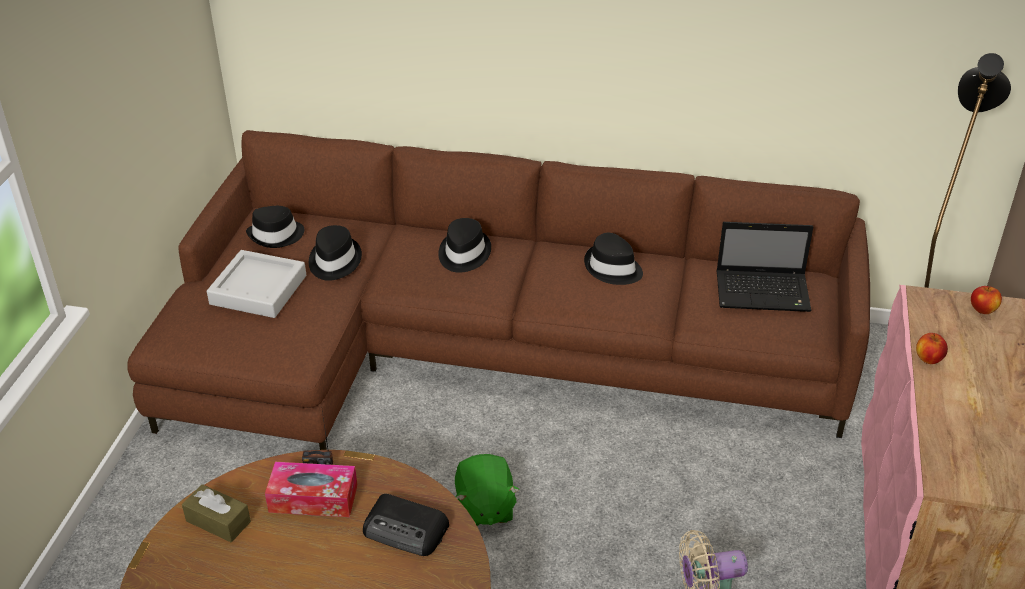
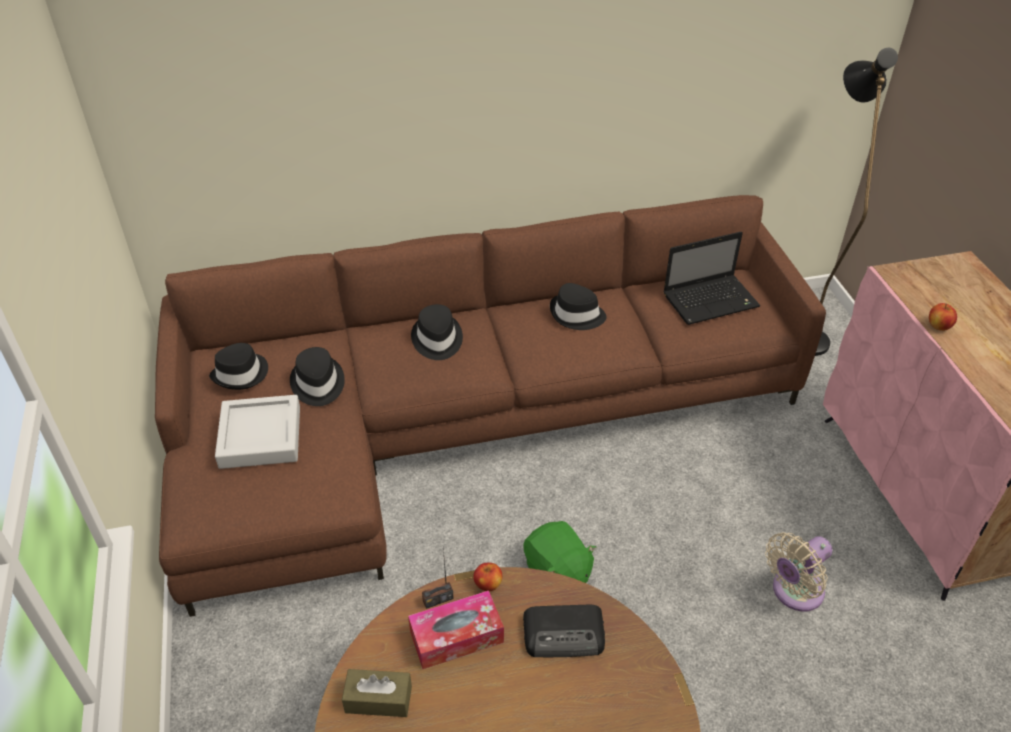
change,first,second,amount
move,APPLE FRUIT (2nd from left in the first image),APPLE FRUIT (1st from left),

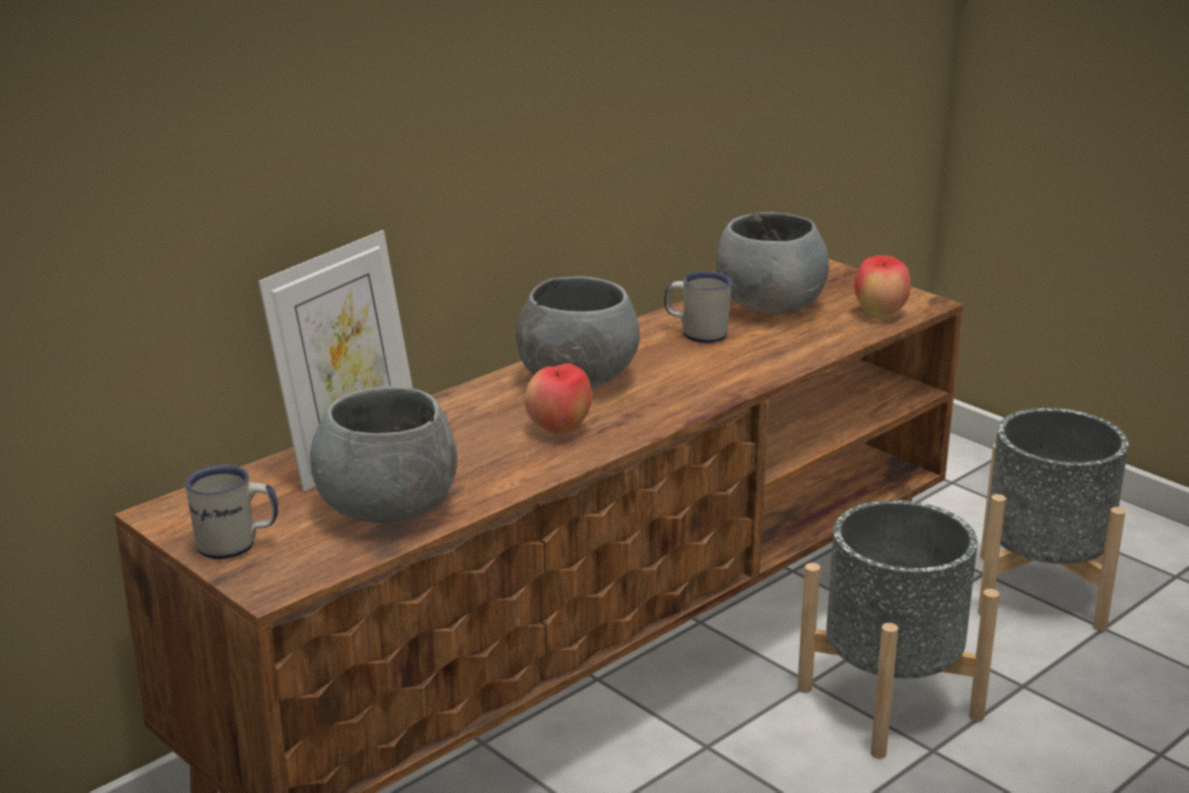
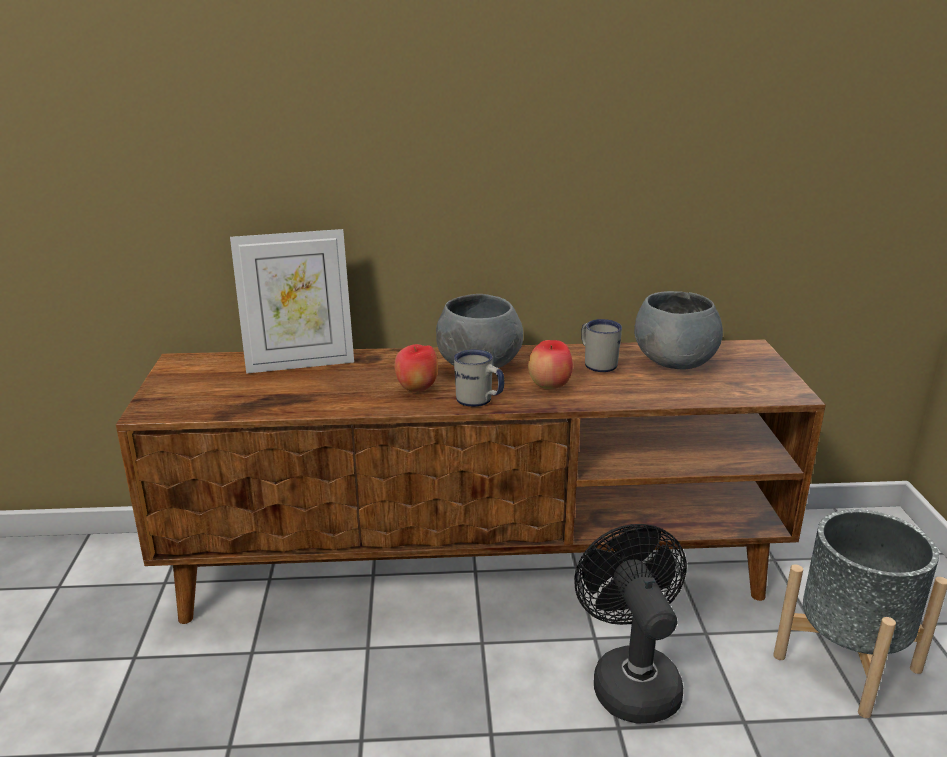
change,first,second,amount
delete,GRAY DEEP DISH (1st from left),,
move,WHITE-COLOURED TEA MUG (1st from left),,
move,APPLE FRUIT (2nd from left),,
replace,GRAY PLANTER (1st from left),BLACK-COLOURED COOLING FAN,

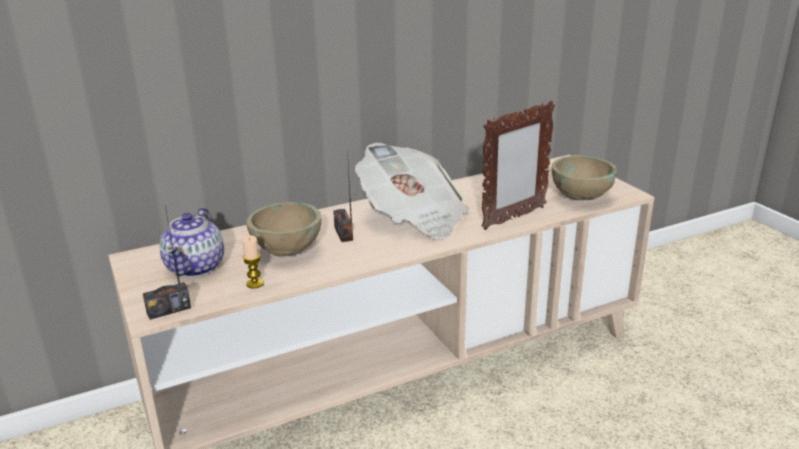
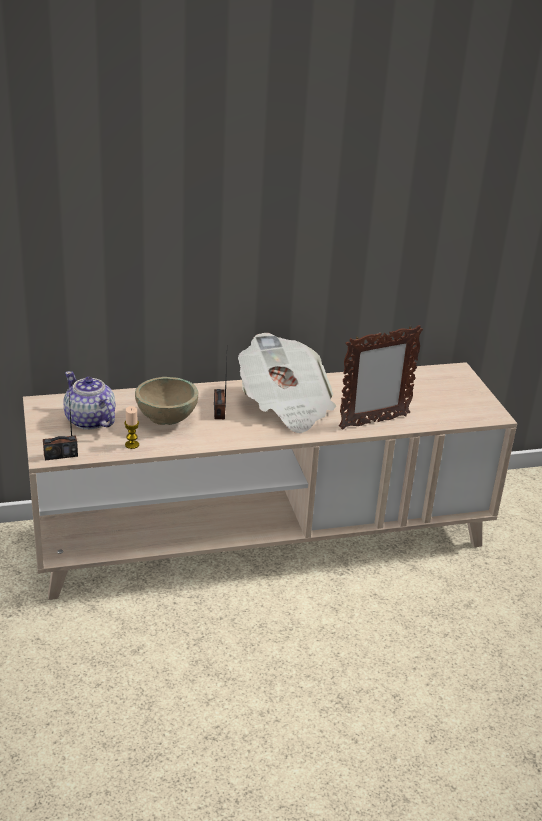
change,first,second,amount
delete,SAND-COLOURED DEEP DISH (2nd from left),,
rotate,TEA POT,,120 degrees clockwise

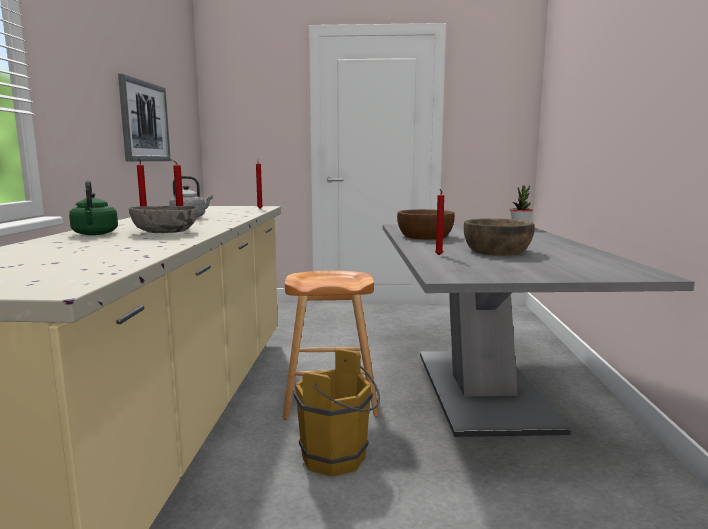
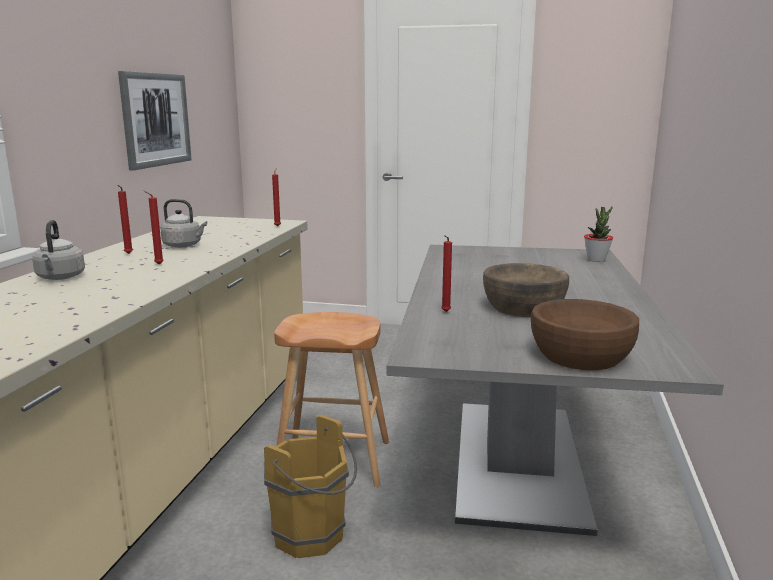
change,first,second,amount
delete,GRAY DEEP DISH,,
move,BROWN DEEP DISH (1st from left in the first image),BROWN DEEP DISH (2nd from left),
recolor,GREEN-COLOURED KETTLE,GRAY KETTLE (1st from left),

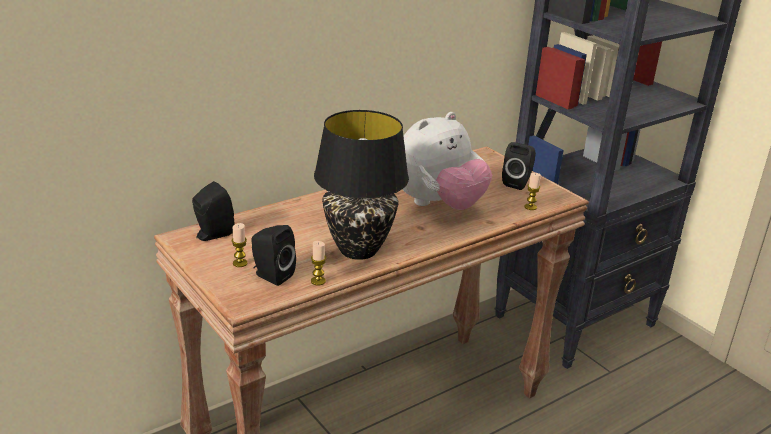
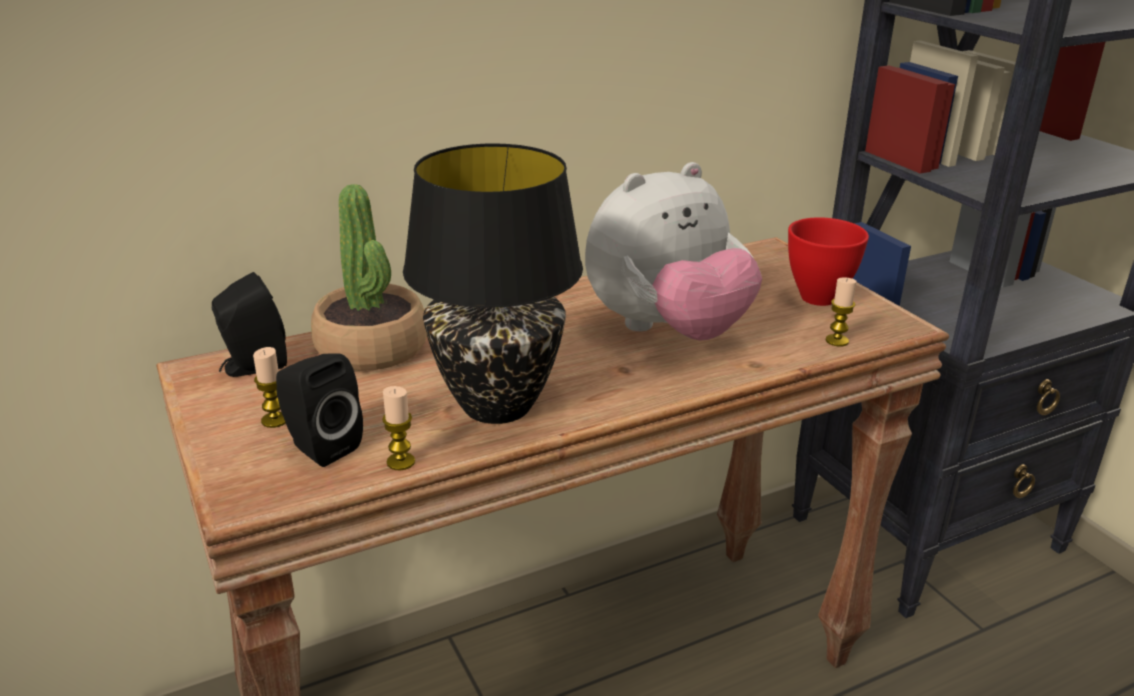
change,first,second,amount
insert,,HOUSEPLANT,
replace,BLACK-COLOURED SPEAKER (3rd from left),RED DEEP DISH,

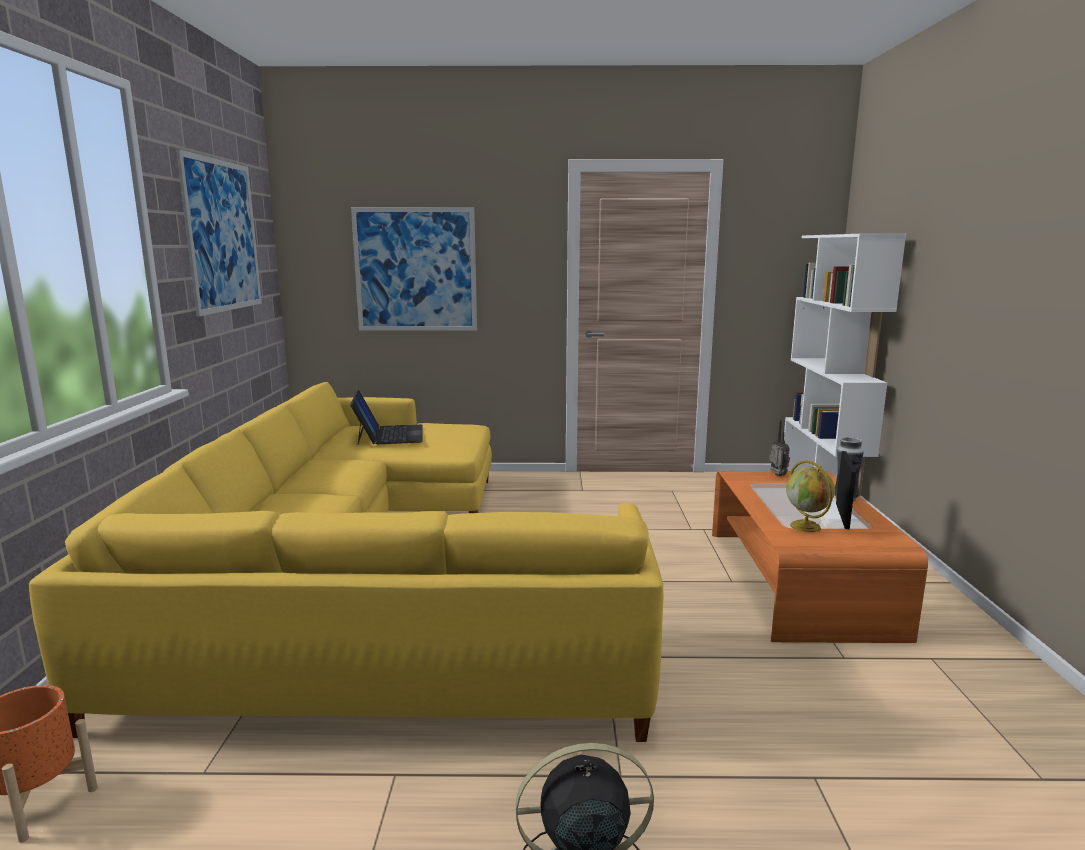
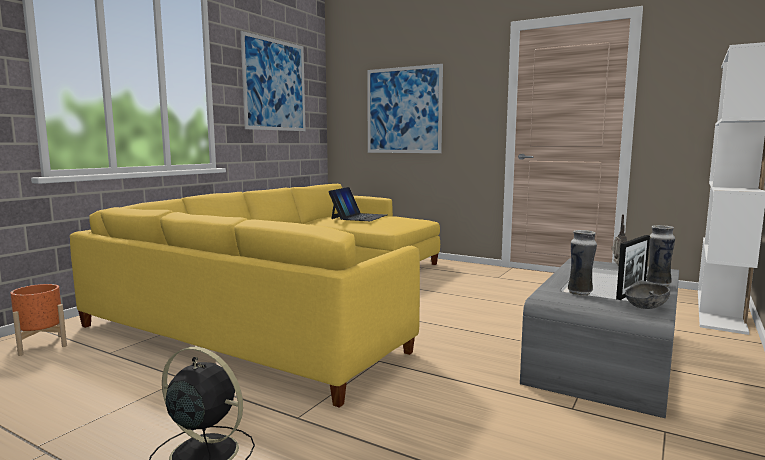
change,first,second,amount
insert,,GRAY DEEP DISH,
replace,DESK GLOBE,VASE (1st from left),
recolor,ORANGE-COLOURED COFFEE TABLE,GRAY COFFEE TABLE,

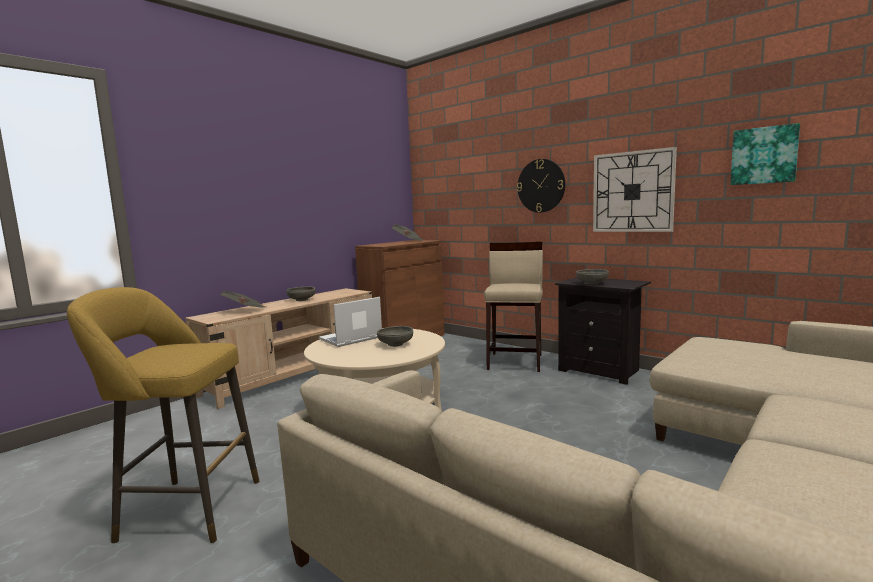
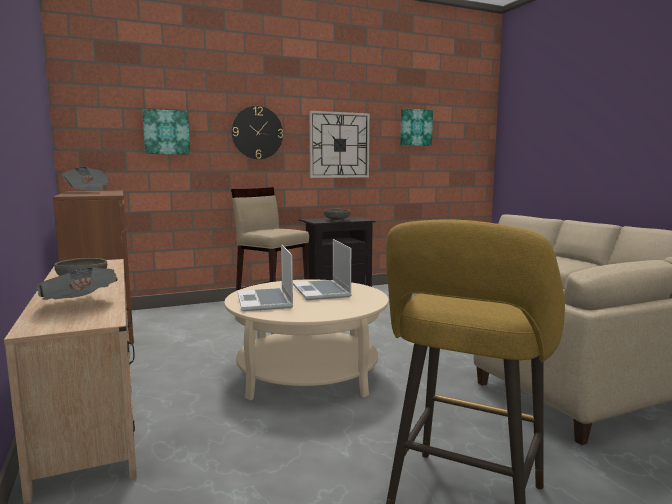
change,first,second,amount
insert,,WALL PICTURE (1st from left),
replace,GRAY DEEP DISH (2nd from left),NOTEBOOK COMPUTER (2nd from left),

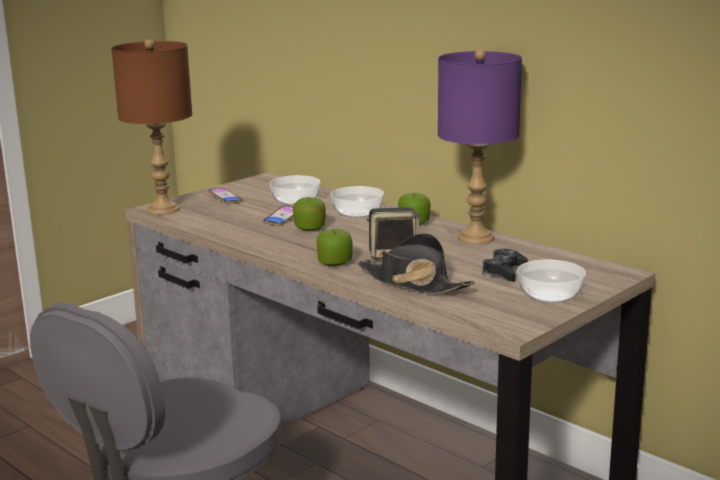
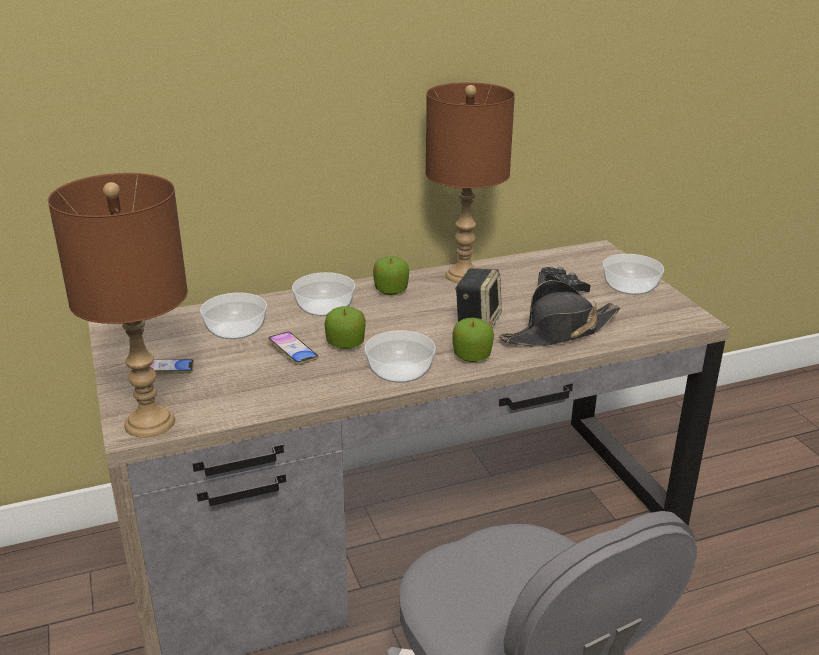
change,first,second,amount
insert,,DEEP DISH (3rd from left),
recolor,PURPLE TABLE LAMP,BROWN TABLE LAMP (2nd from left),

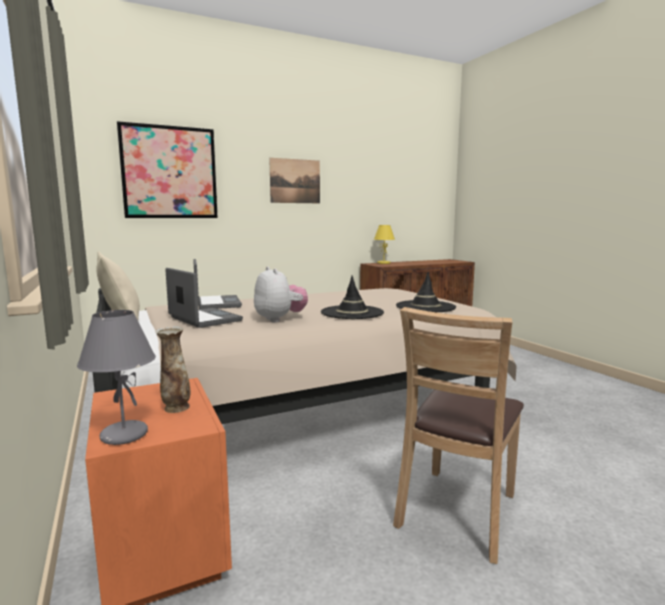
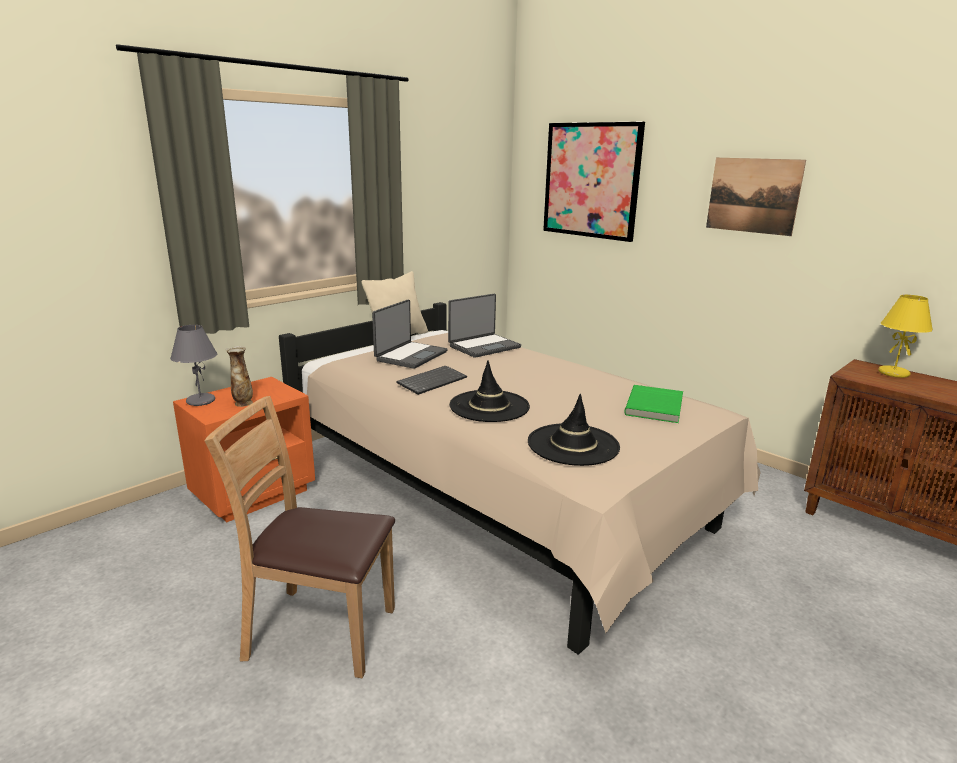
change,first,second,amount
insert,,GREEN-COLOURED VOLUME,
replace,CUDDLY TOY,PC KEYBOARD,

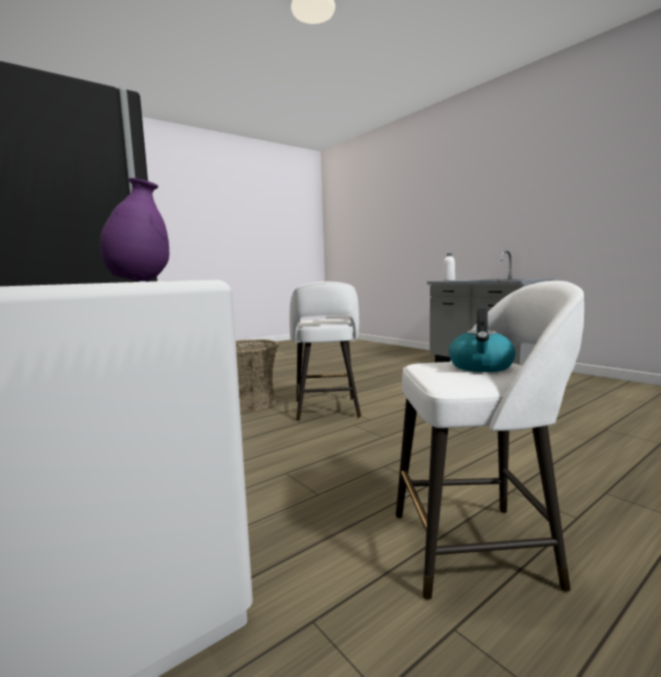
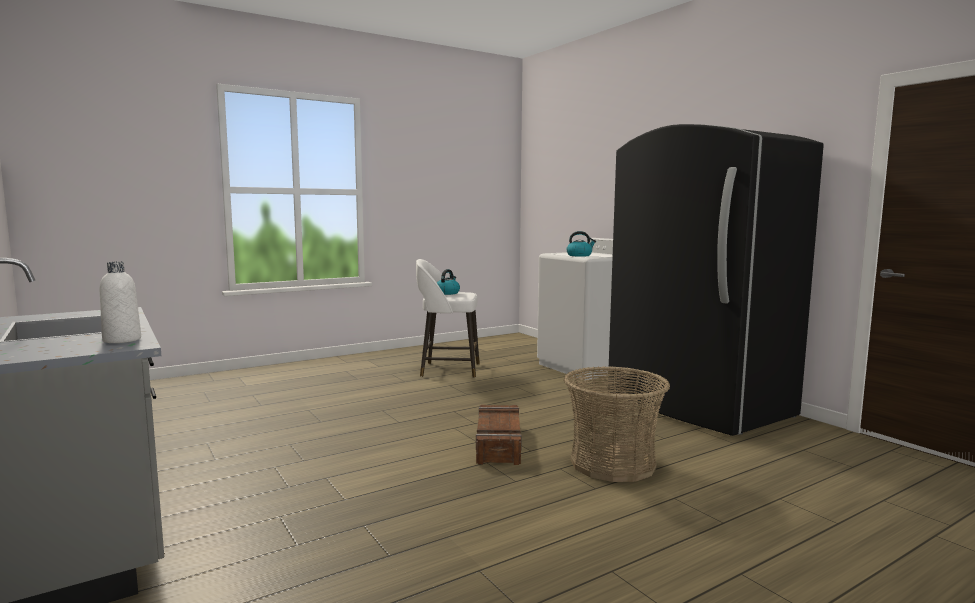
change,first,second,amount
replace,PURPLE VASE,KETTLE (2nd from left),
replace,WHITE-COLOURED STOOL (1st from left),PACKING CRATE,

